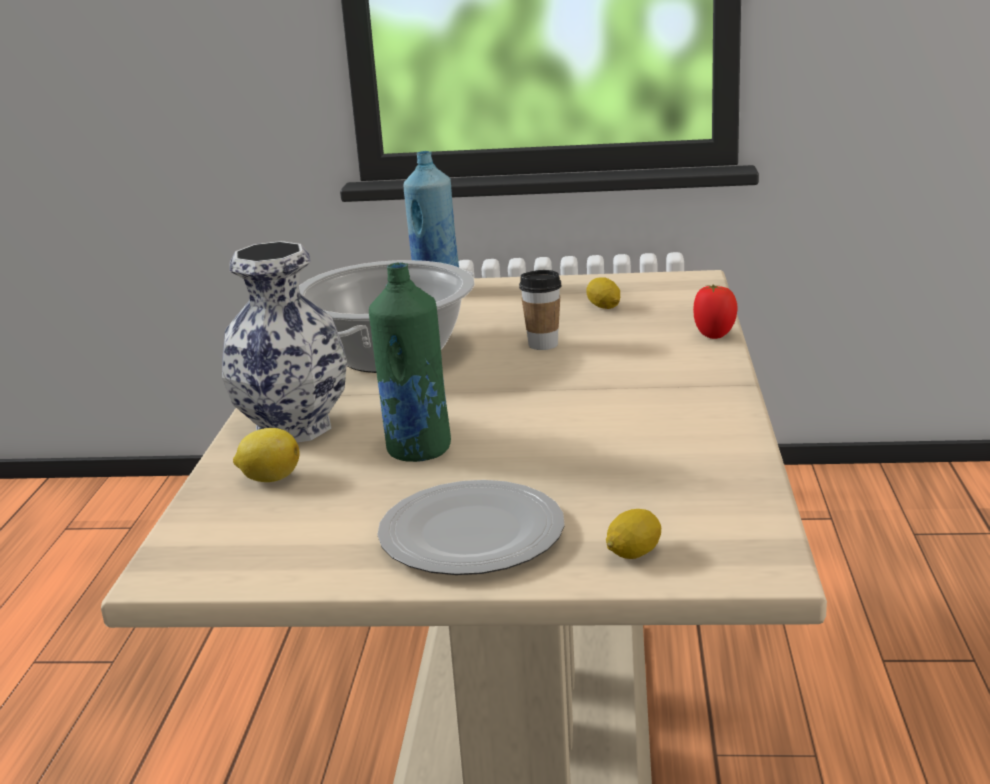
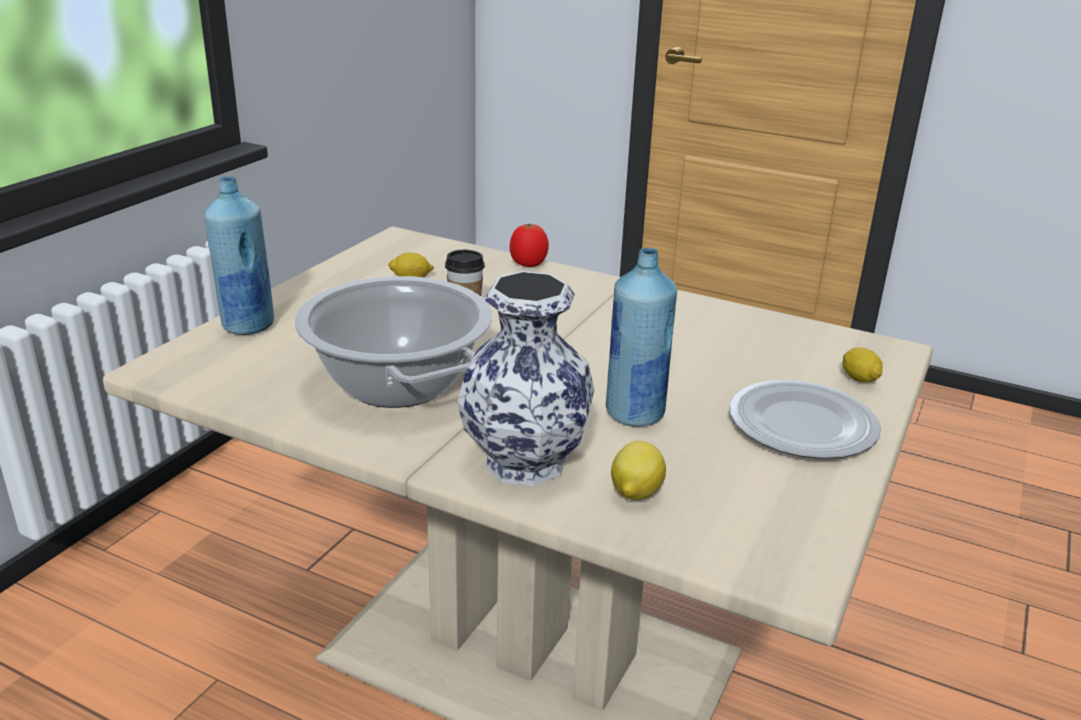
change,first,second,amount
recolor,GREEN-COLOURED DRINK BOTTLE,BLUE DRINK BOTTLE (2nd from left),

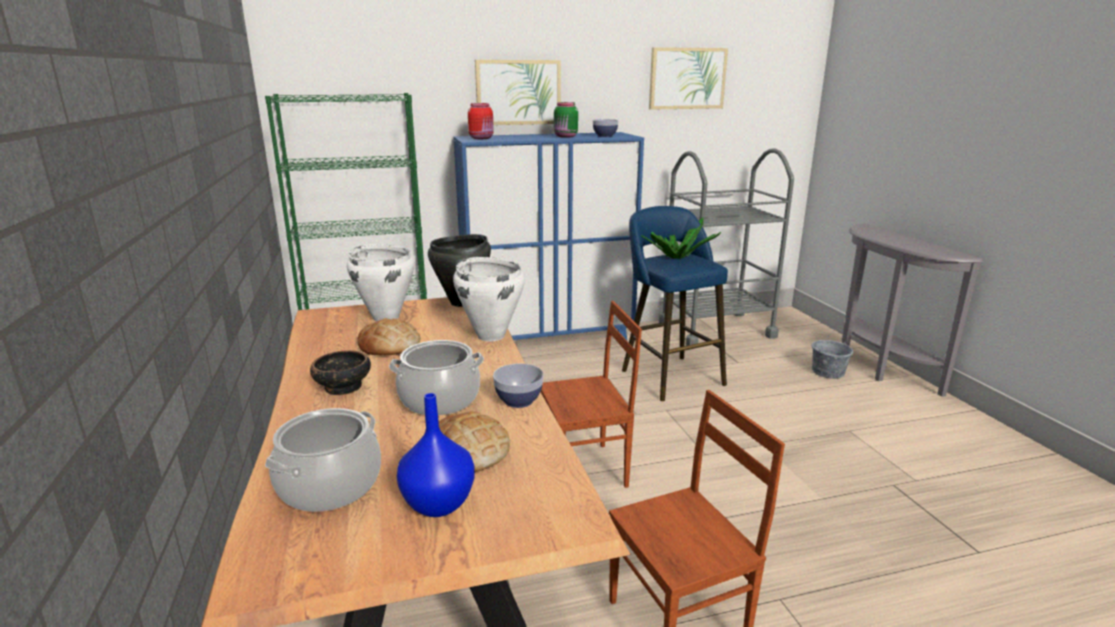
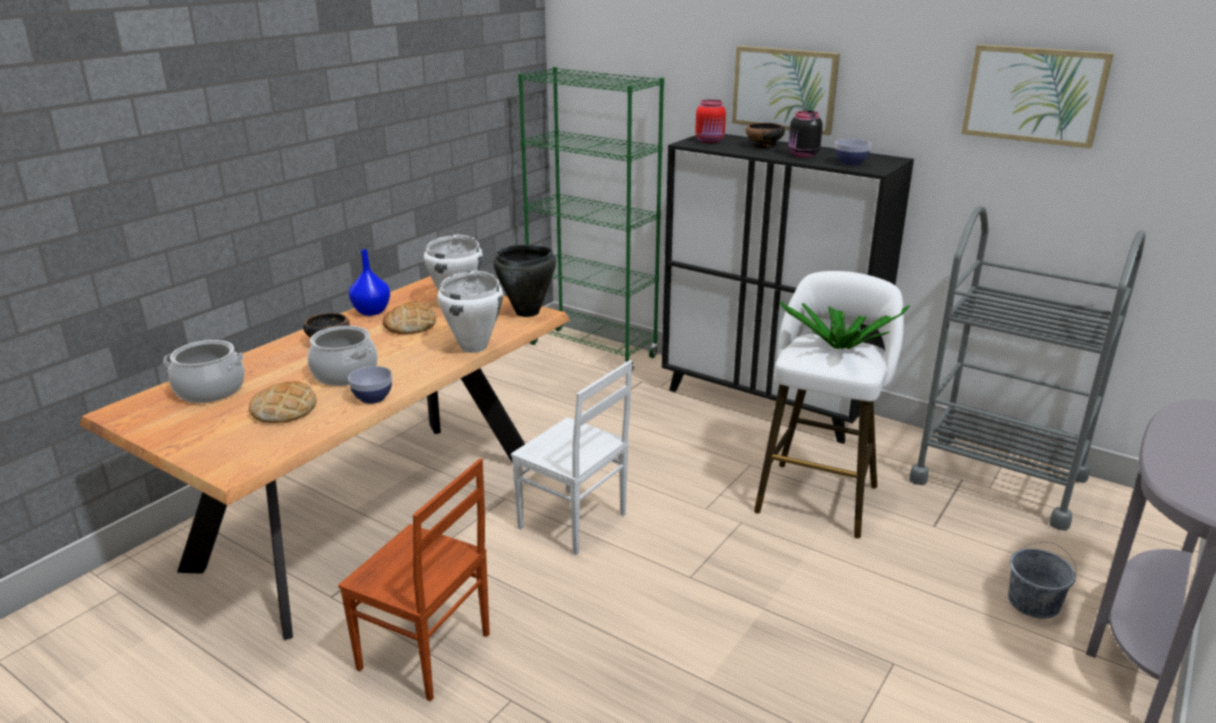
change,first,second,amount
insert,,DEEP DISH (3rd from left),
move,BLUE VASE,,
recolor,BLUE STORAGE CABINET,BLACK-COLOURED STORAGE CABINET,
recolor,BROWN UPRIGHT CHAIR (1st from left),WHITE-COLOURED UPRIGHT CHAIR,
recolor,GREEN-COLOURED PRESERVE JAR,BLACK-COLOURED PRESERVE JAR,
recolor,BLUE STOOL,WHITE-COLOURED STOOL,

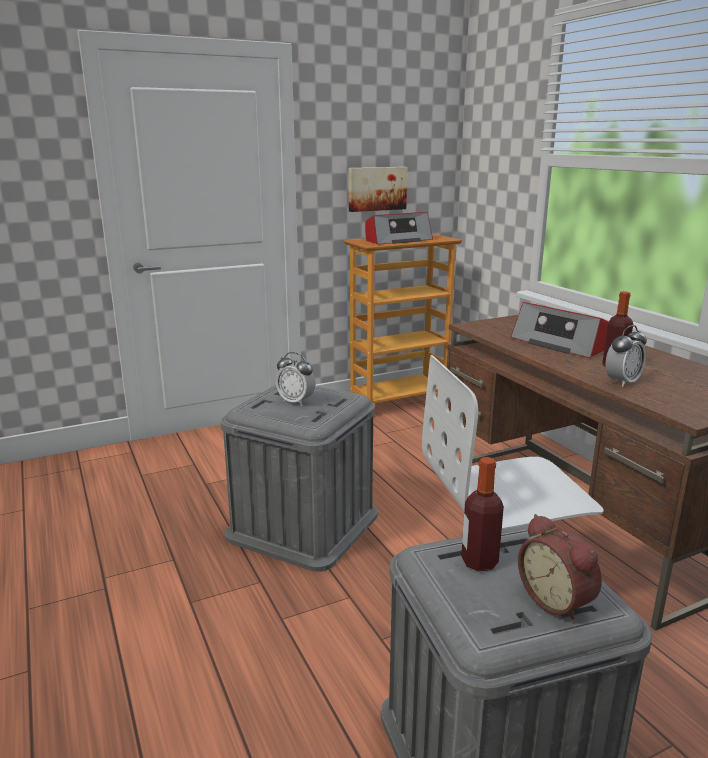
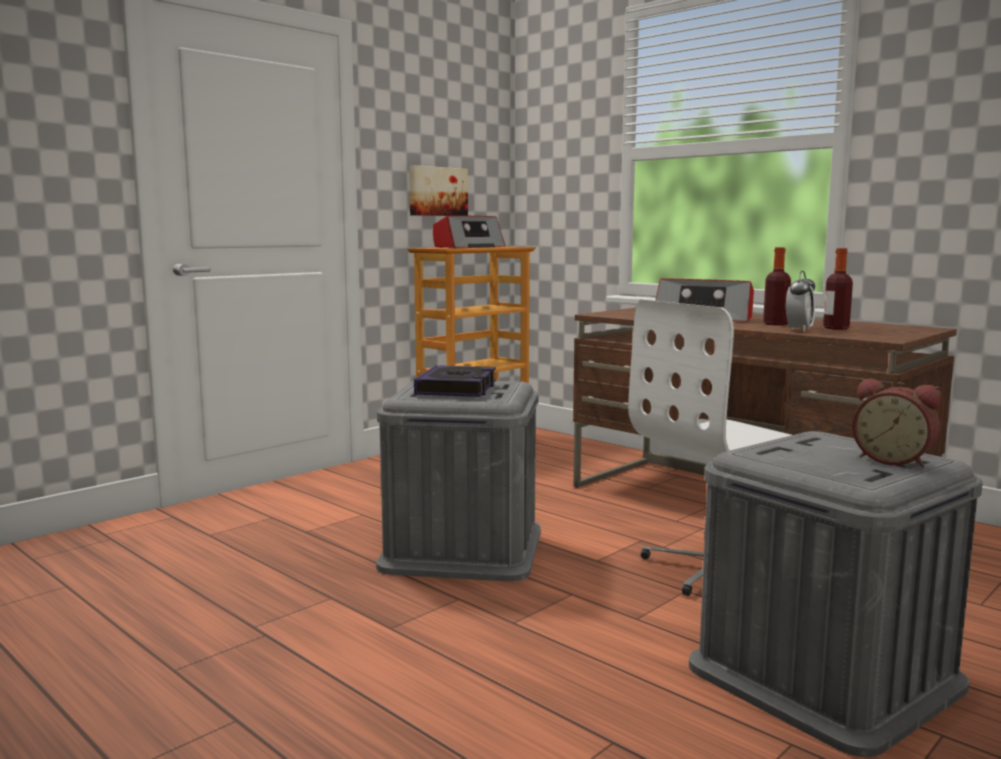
change,first,second,amount
move,DRINK BOTTLE (1st from left in the first image),DRINK BOTTLE (2nd from left),
replace,BEDSIDE CLOCK (1st from left),VOLUME,

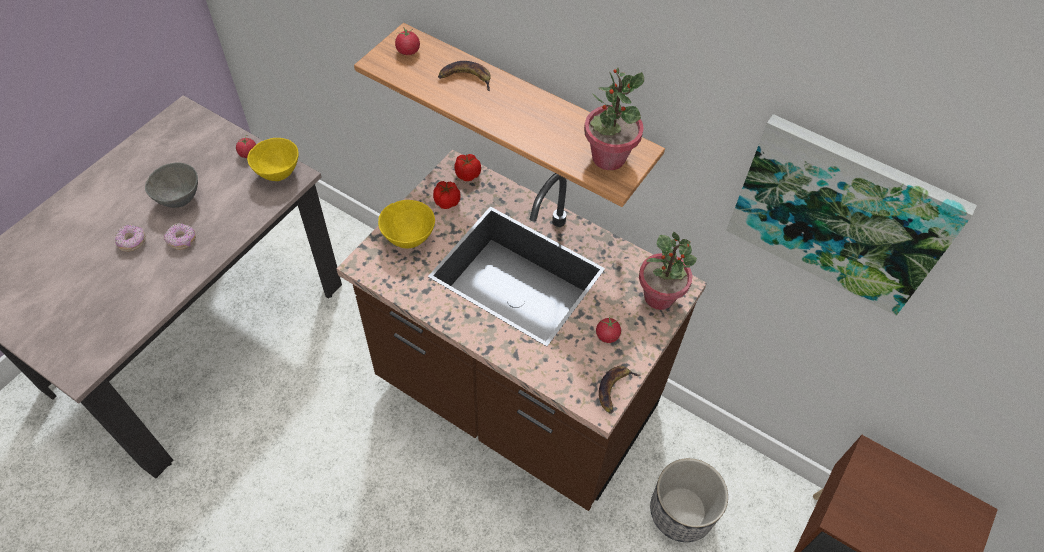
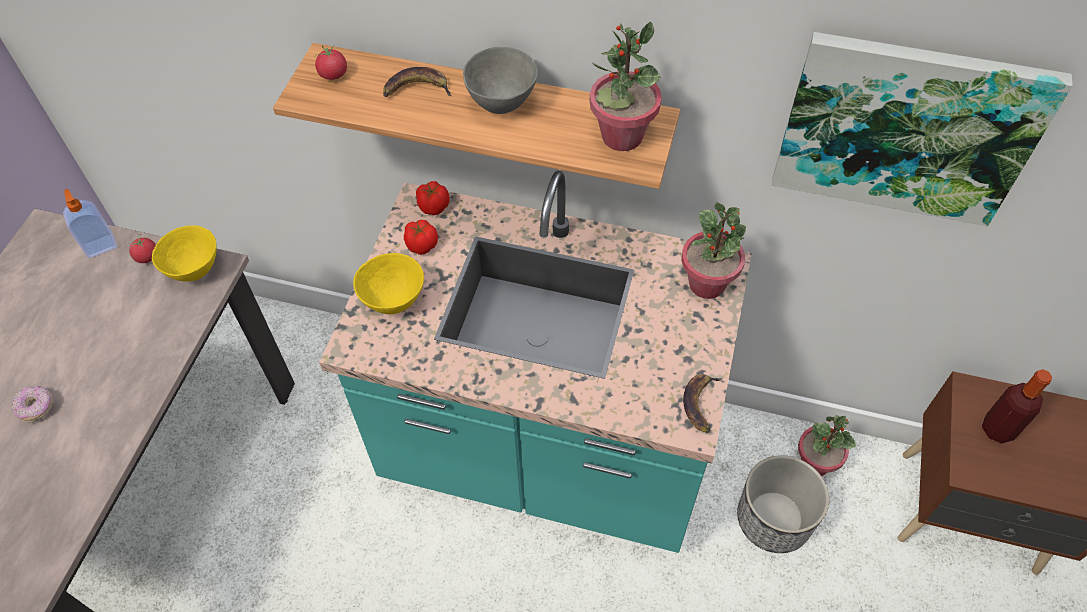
change,first,second,amount
delete,DOUGHNUT (2nd from left),,
delete,FRESH TOMATO (5th from left),,
insert,,LIQUID SOAP BOTTLE,
insert,,HOUSEPLANT (3rd from left),
insert,,DRINK BOTTLE,
move,GRAY DEEP DISH,,
recolor,BROWN KITCHEN COUNTER,TURQUOISE-COLOURED KITCHEN COUNTER,

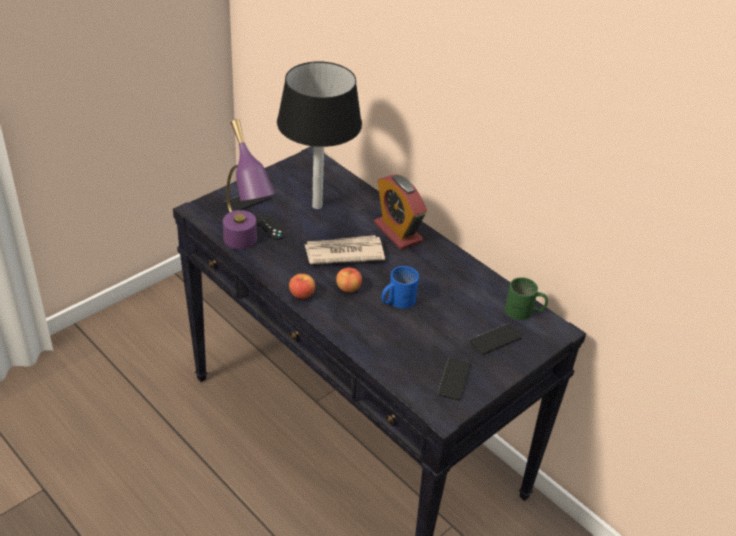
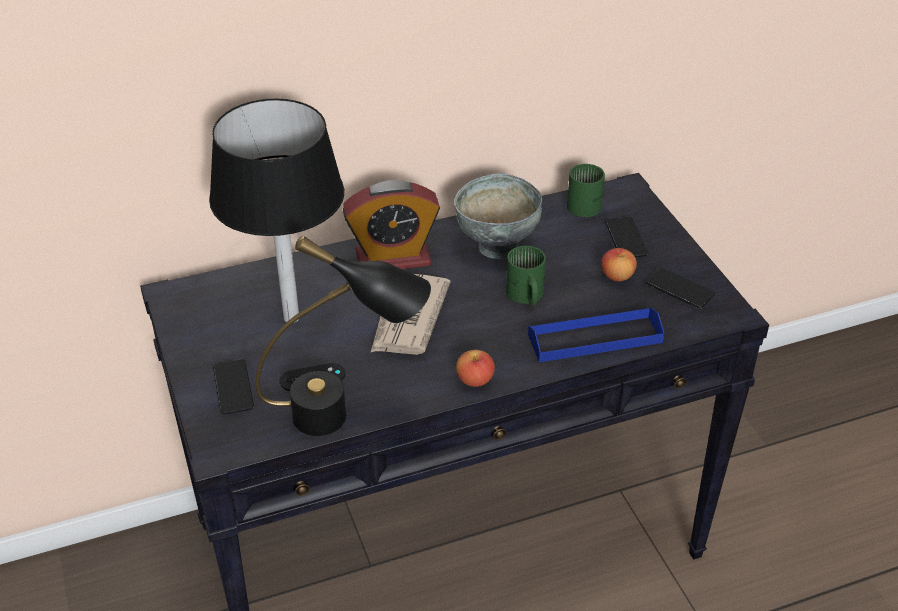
change,first,second,amount
insert,,GRAY DEEP DISH,
insert,,BLUE TRAY,
move,APPLE FRUIT (2nd from left),,
recolor,PURPLE TABLE LAMP,BLACK-COLOURED TABLE LAMP (2nd from left),
recolor,BLUE TEA MUG,GREEN-COLOURED TEA MUG (1st from left),

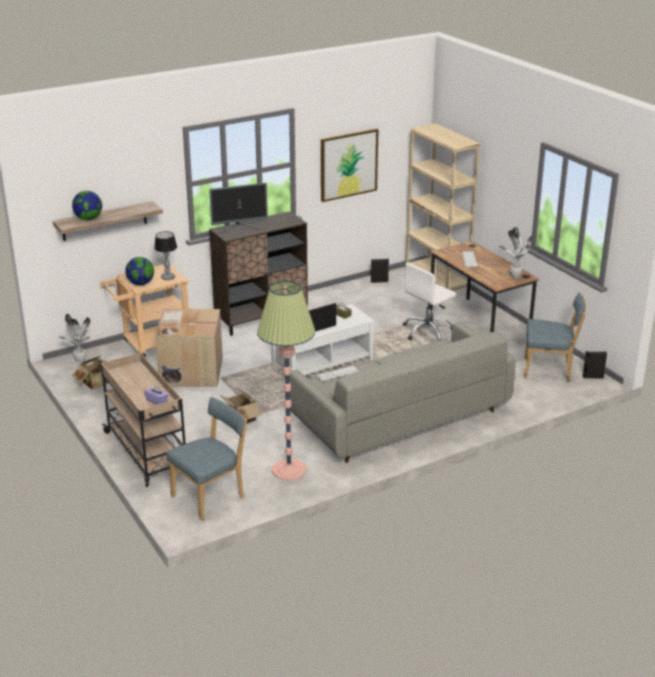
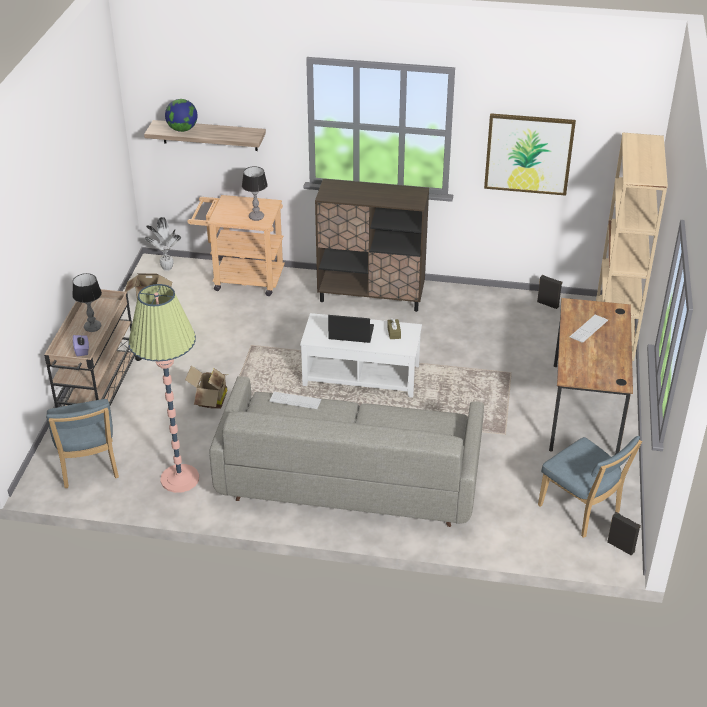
change,first,second,amount
delete,DESK GLOBE (2nd from left),,
delete,CARTON (2nd from left),,
delete,COMPUTER DISPLAY,,
delete,WHITE-COLOURED COMPUTER CHAIR,,
delete,HOUSEPLANT (2nd from left),,
insert,,TABLE LAMP (1st from left),
rotate,BLUE UPRIGHT CHAIR (1st from left),,75 degrees clockwise

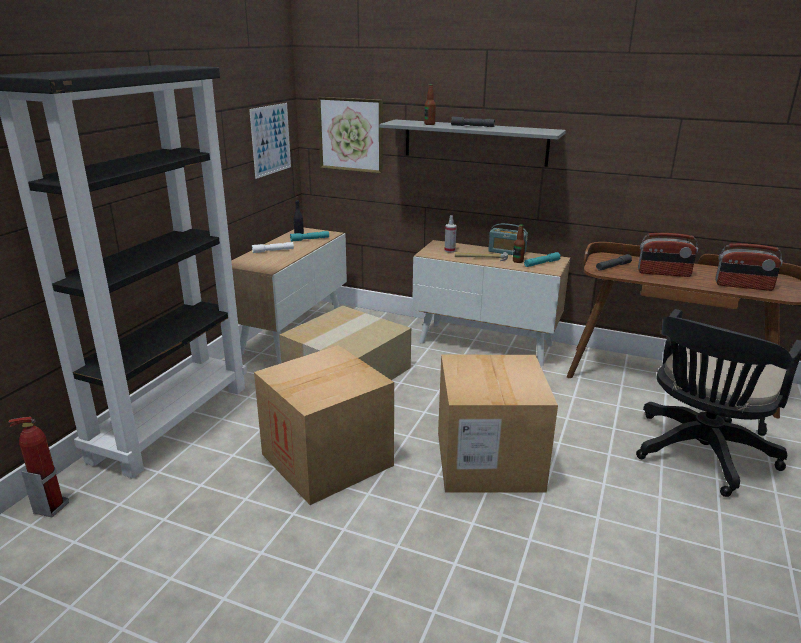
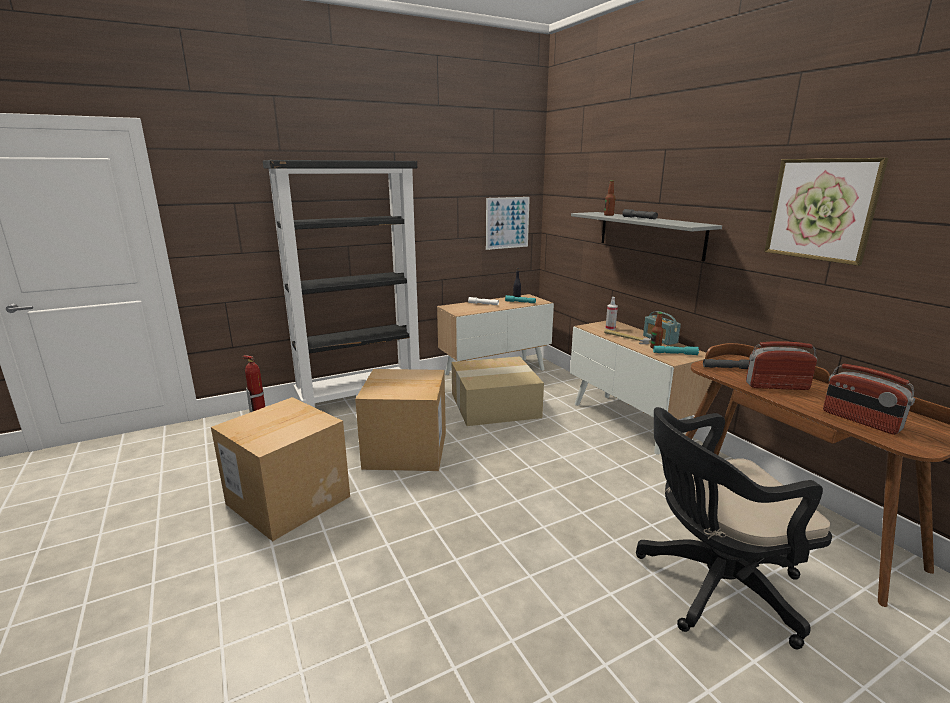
change,first,second,amount
move,WALL PICTURE (2nd from left),,
move,CARTON (3rd from left in the first image),CARTON (1st from left),
rotate,RADIO RECEIVER (2nd from left),,135 degrees clockwise

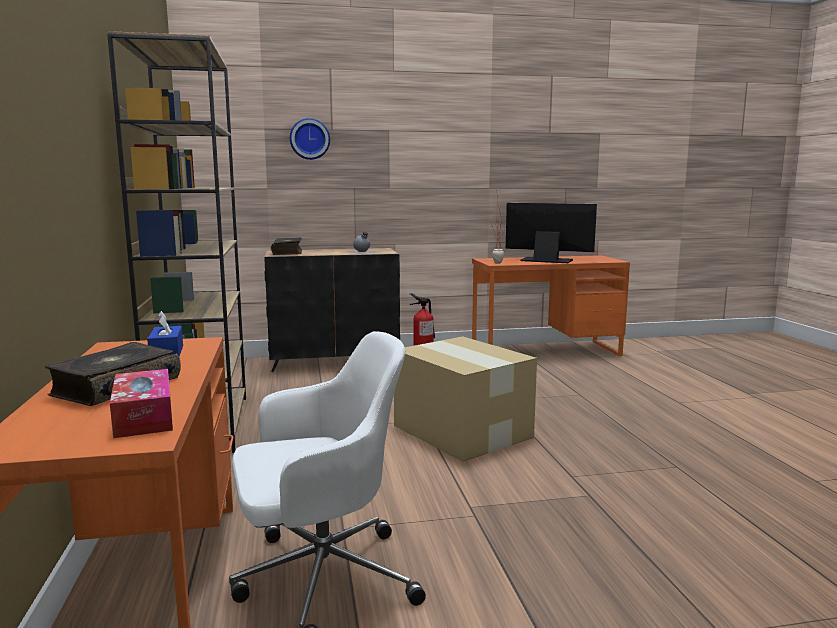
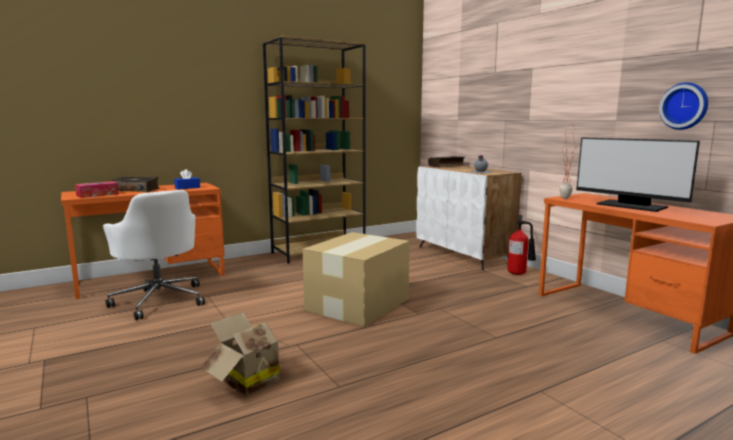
change,first,second,amount
insert,,CARTON (1st from left),
move,WALL CLOCK,,
recolor,BLACK-COLOURED STORAGE CABINET,WHITE-COLOURED STORAGE CABINET,
rotate,COMPUTER DISPLAY,,135 degrees clockwise

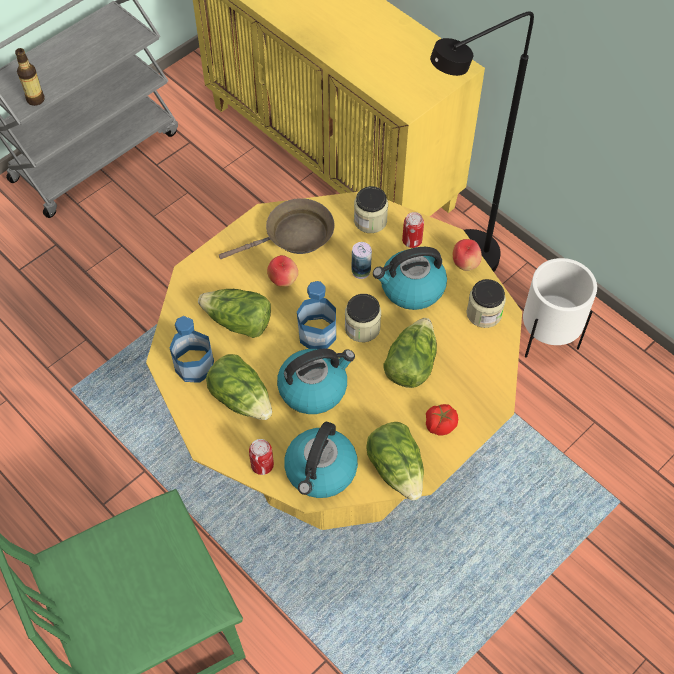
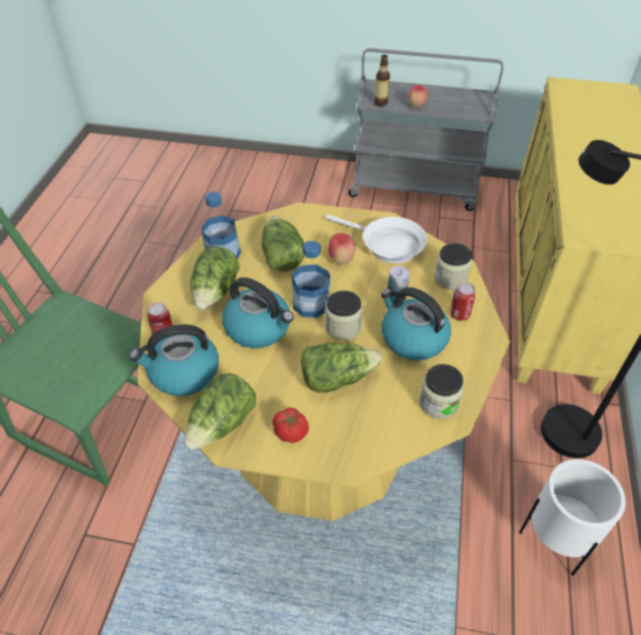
change,first,second,amount
move,APPLE FRUIT (2nd from left),,
recolor,BROWN PAN,WHITE-COLOURED PAN,

